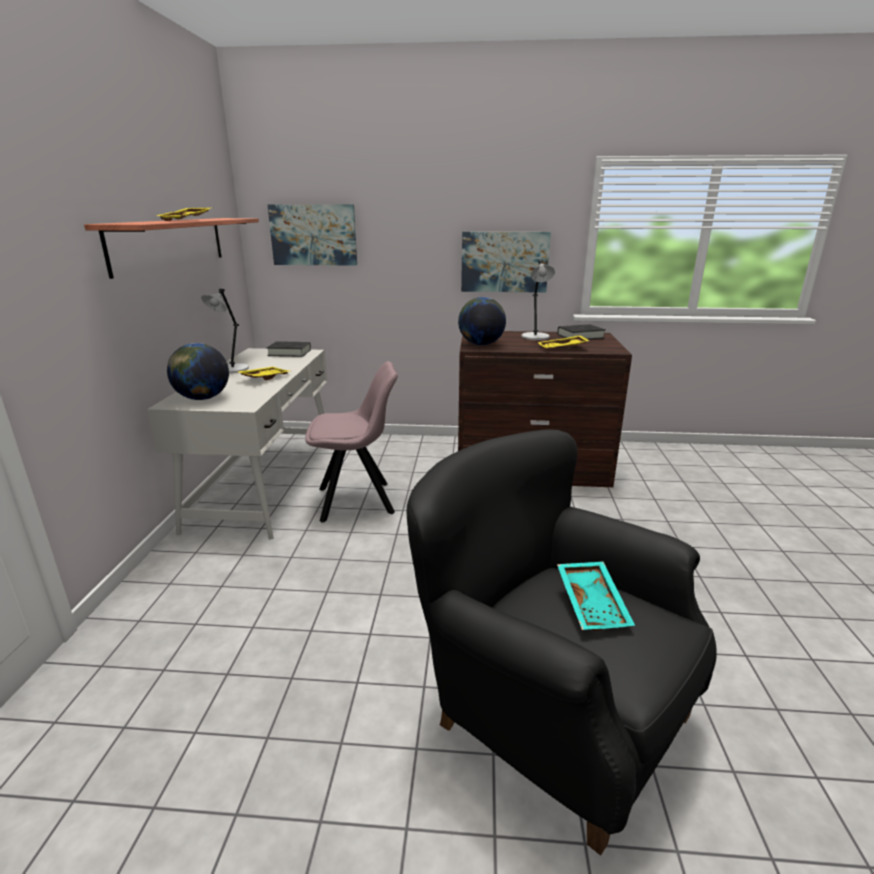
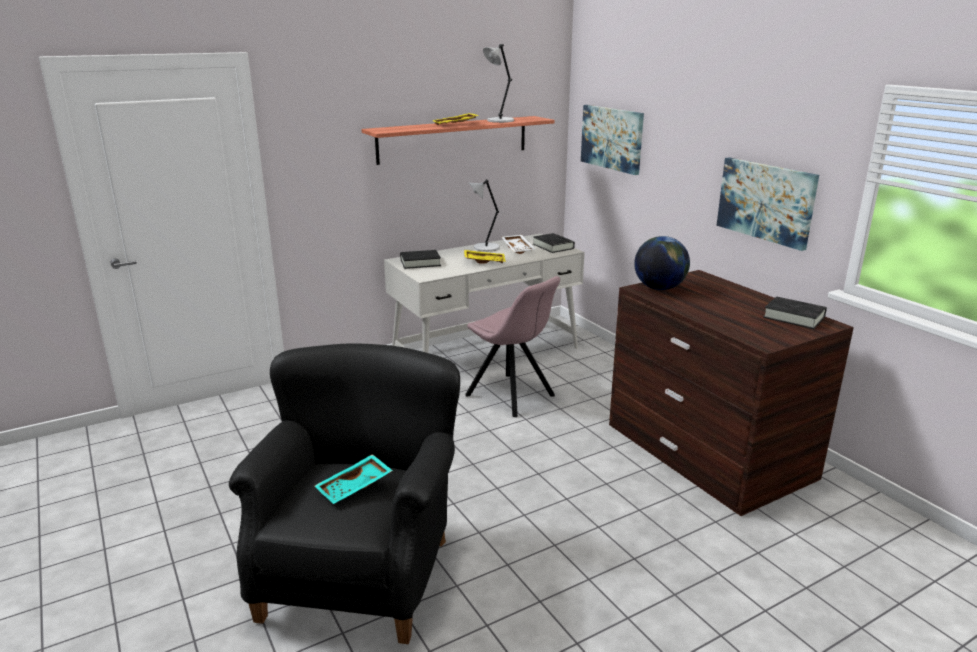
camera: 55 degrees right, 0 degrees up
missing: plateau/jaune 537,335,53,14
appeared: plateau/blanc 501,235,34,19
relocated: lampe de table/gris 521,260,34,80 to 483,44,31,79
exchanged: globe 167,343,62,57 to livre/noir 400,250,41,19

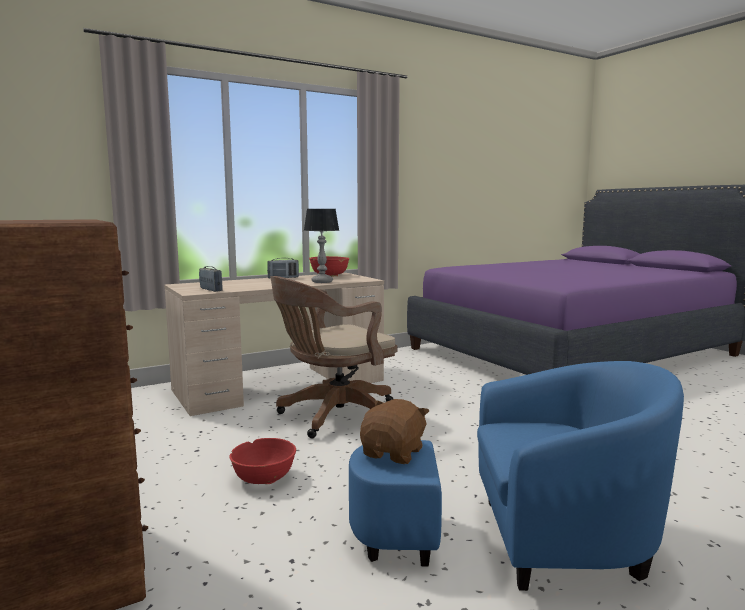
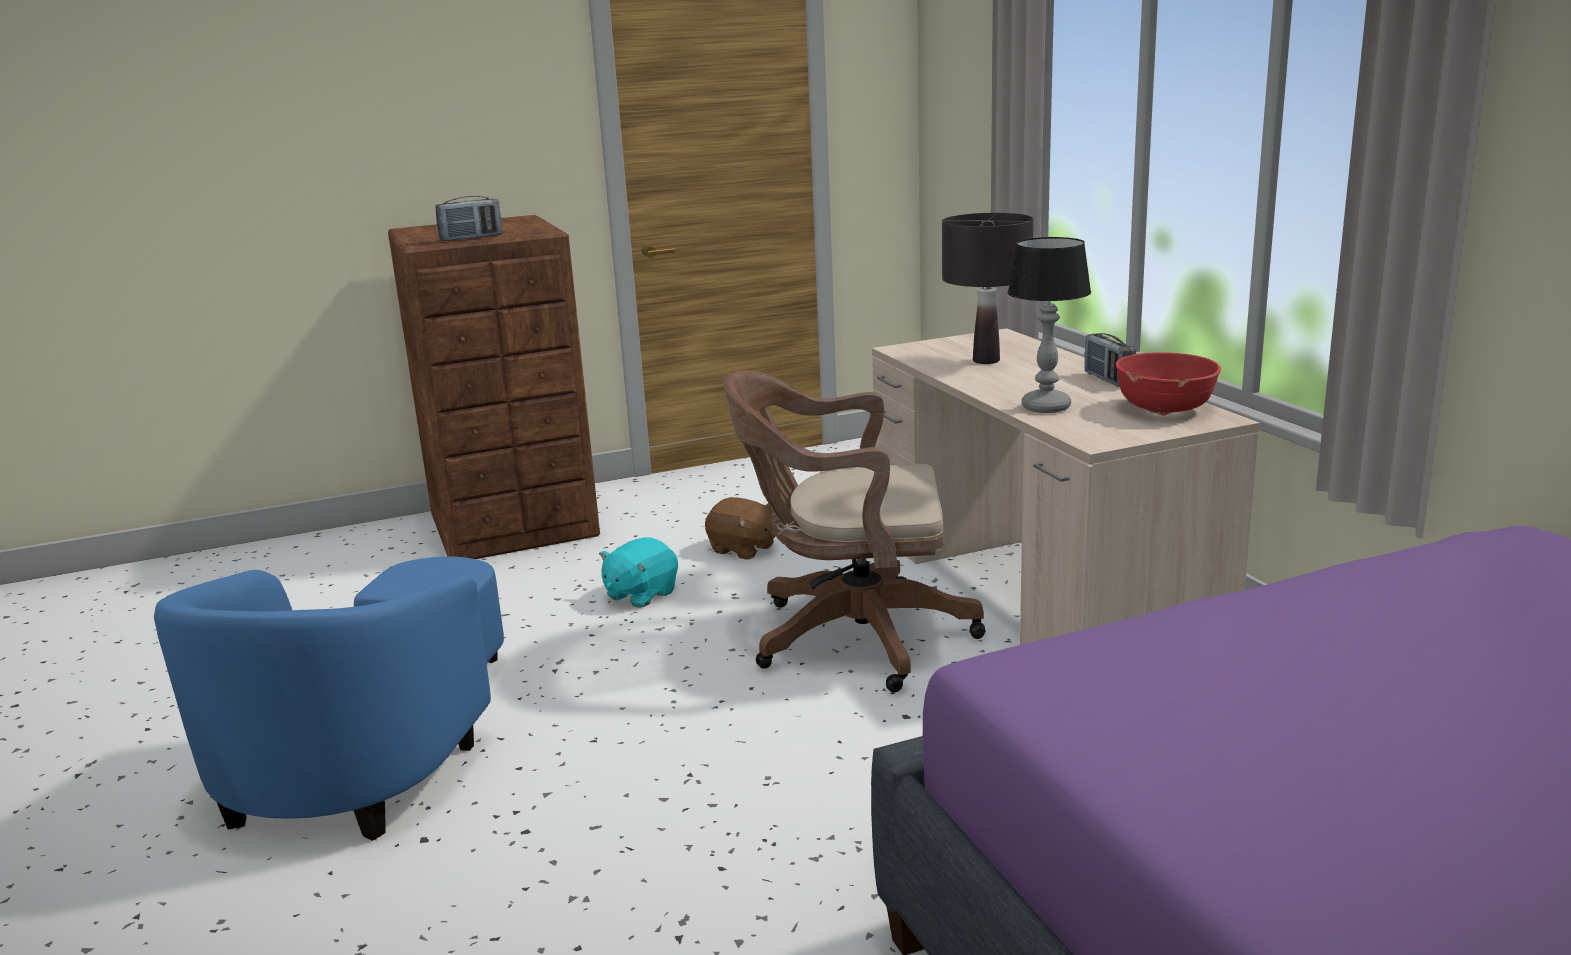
camera: 100 degrees right, 10 degrees up
appeared: lampe de table/noir 942,213,92,151
relocated: radio 199,266,23,26 to 435,196,67,45; peluche/marron 360,399,69,65 to 705,497,71,63
exchanged: bol/rouge 229,438,67,46 to peluche/turquoise 599,537,79,71
spun: chaise de bureau/marron 271,276,126,162 = 723,370,263,322 60 degrees counterclockwise

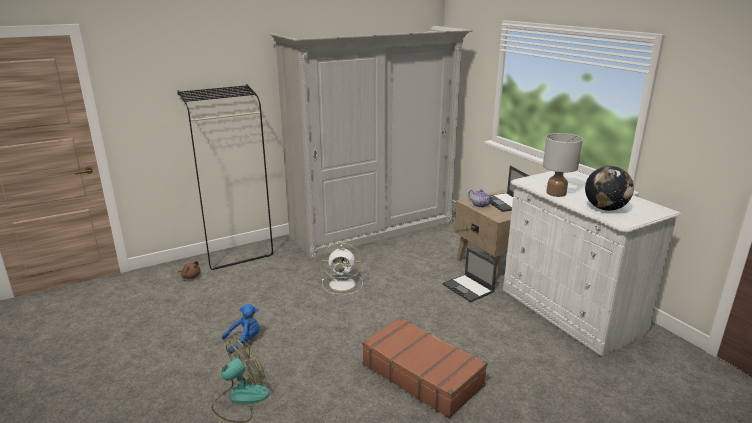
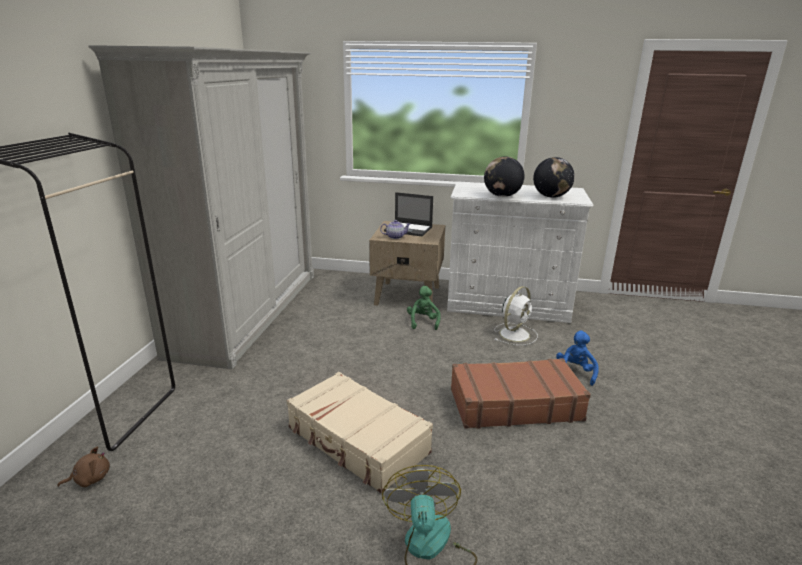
camera: 50 degrees left, 0 degrees up
appeared: valise/beige 286,372,147,121
relocated: ventilateur/blanc 321,243,42,52 to 494,286,44,59; peluche/bleu 222,304,38,50 to 556,331,43,55
exchanged: ordinateur portable 443,248,54,54 to peluche/vert 407,286,34,44; lampe de table/gris 543,133,40,64 to globe 484,157,41,40

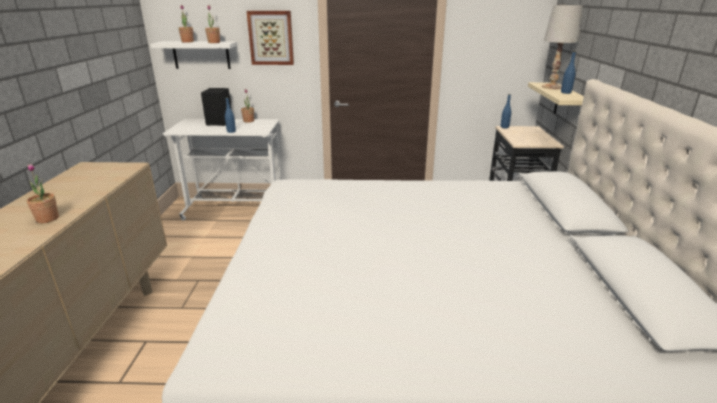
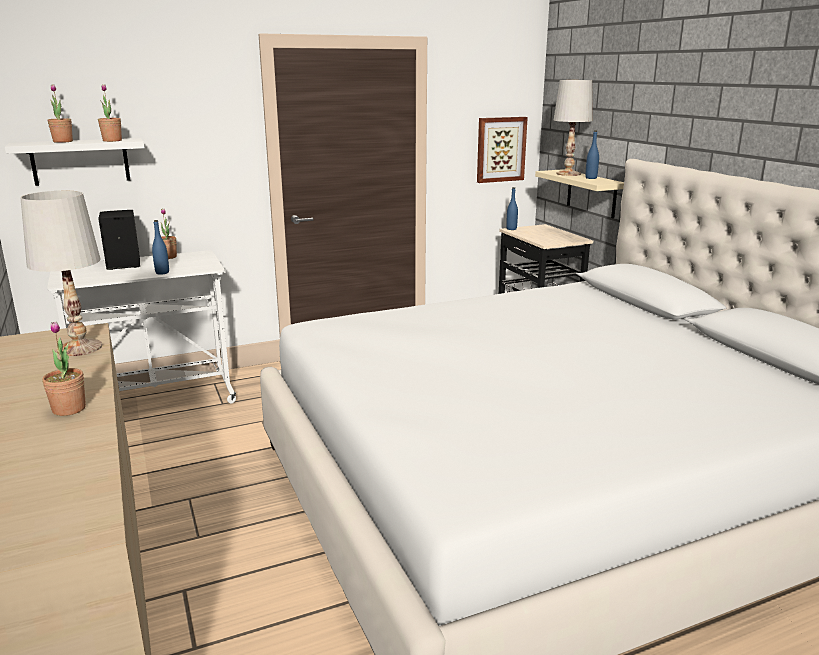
camera: 25 degrees left, 5 degrees down
appeared: lampe de table/blanc 21,191,81,165
relocated: tableau 247,11,47,54 to 477,117,51,66

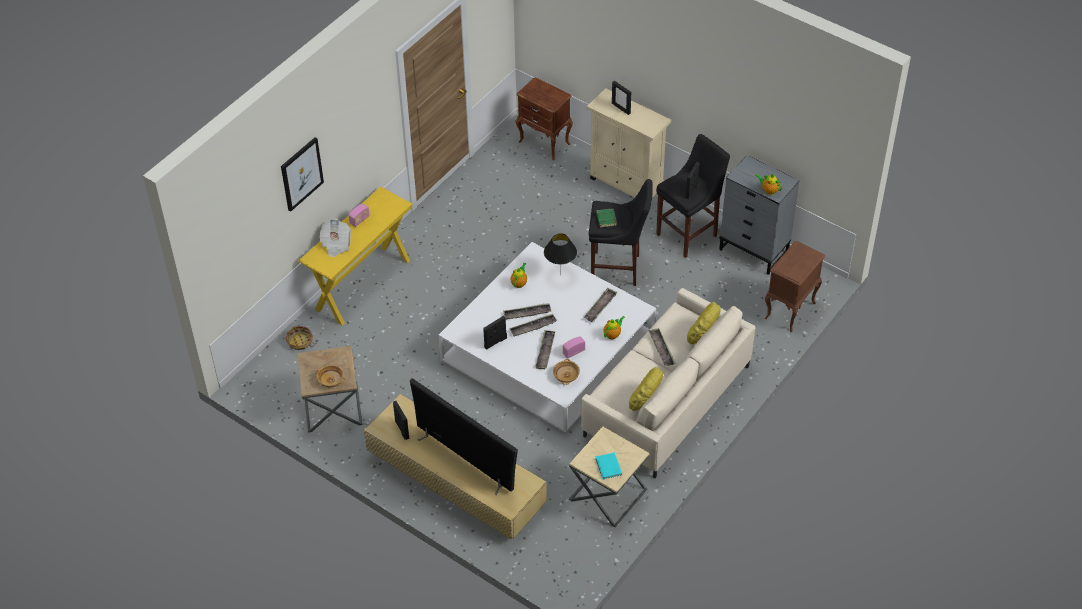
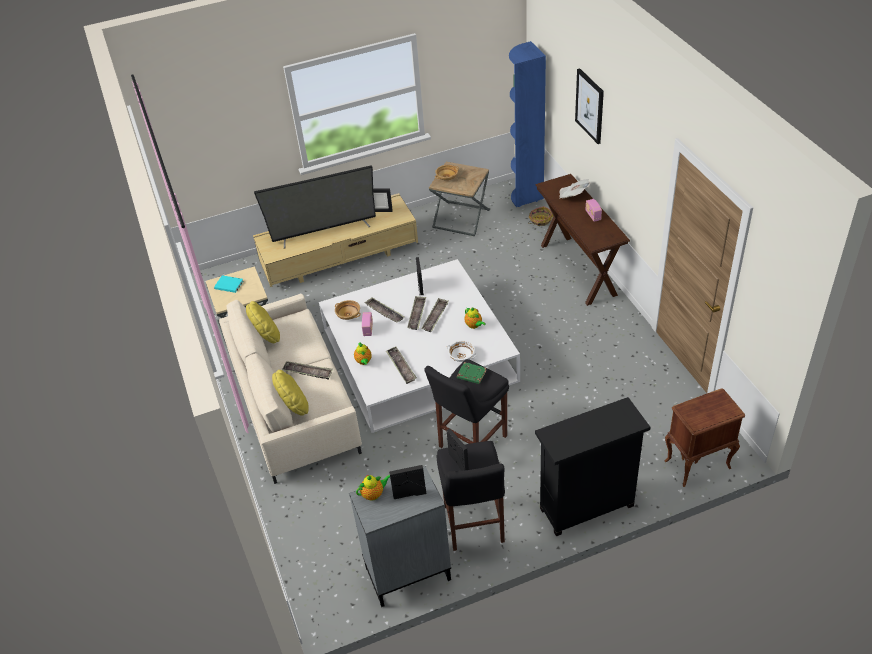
camera: 125 degrees right, 5 degrees down
missing: table de chevet/marron 765,241,60,92
appeared: bibliothèque/bleu 509,41,37,166
relocated: cadre photo 612,81,19,34 to 389,465,37,34
exchanged: lampe de table/noir 544,233,33,42 to bol/blanc 446,341,31,21
colour: table console/jaune 298,187,115,138 to table console/marron 535,174,95,132; meuble de rangement/beige 587,88,84,110 to meuble de rangement/noir 535,397,115,140

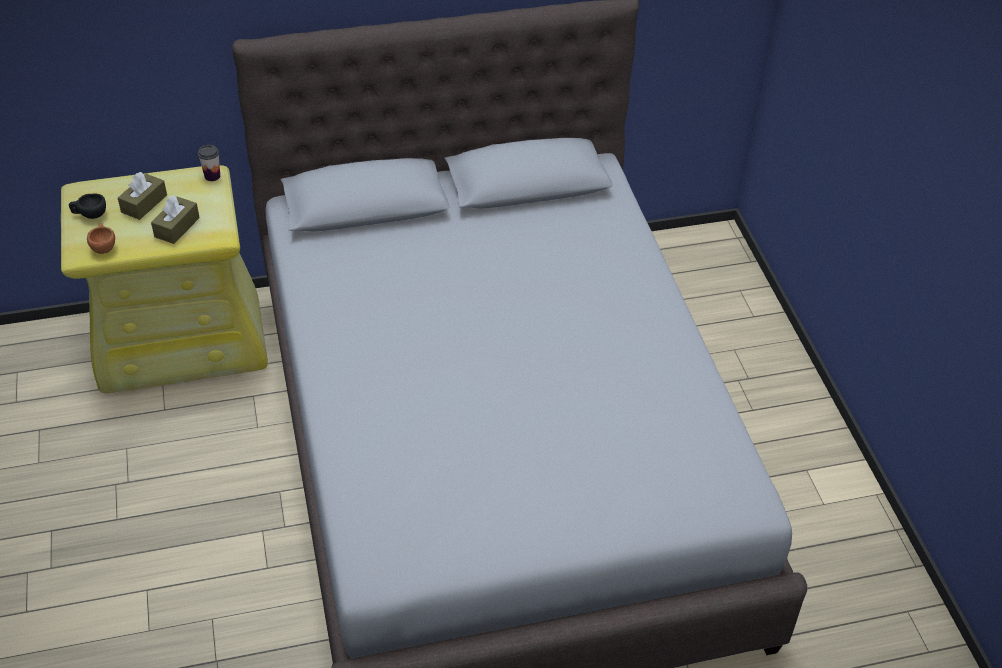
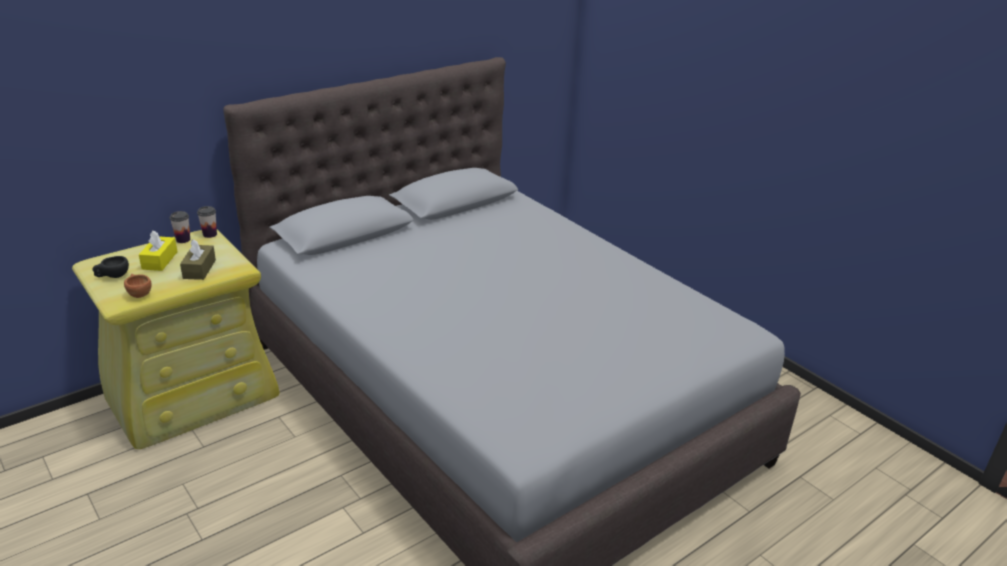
camera: 25 degrees left, 15 degrees down
appeared: tasse 170,211,20,32
colour: boîte à mouchoirs/marron 118,172,49,48 to boîte à mouchoirs/jaune 139,231,38,40

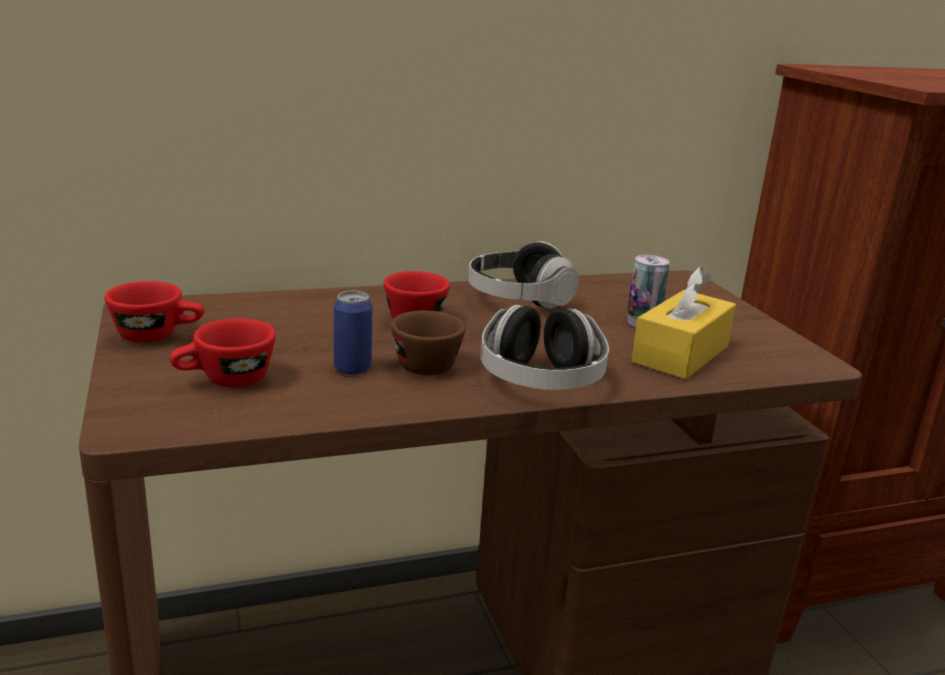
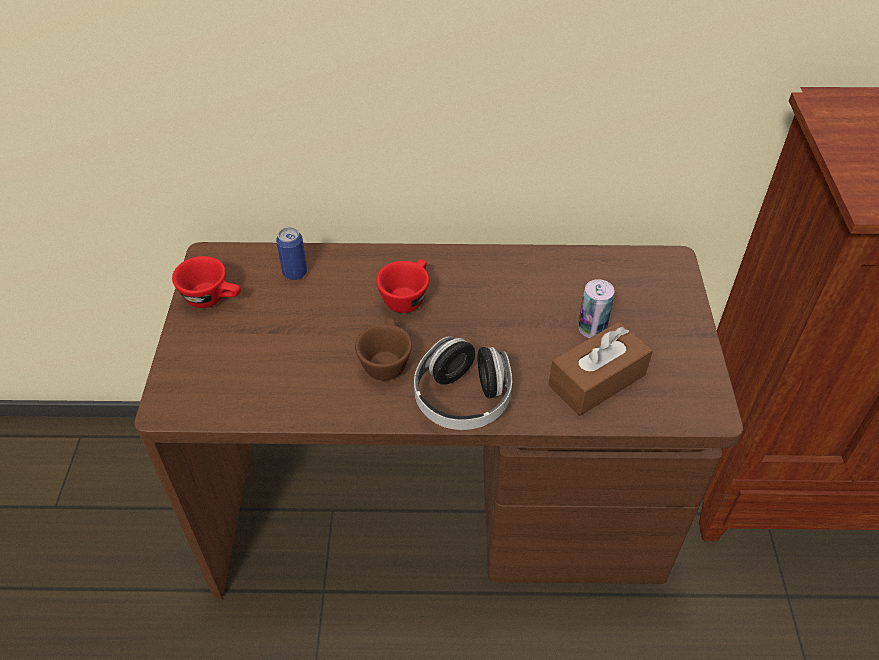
camera: 20 degrees right, 25 degrees up
missing: tasse/rouge 170,318,106,69; casque audio 469,241,110,68
relocated: boîte métallique 334,291,39,84 to 276,227,31,53
colour: boîte à mouchoirs/jaune 631,266,105,114 to boîte à mouchoirs/marron 549,322,104,94

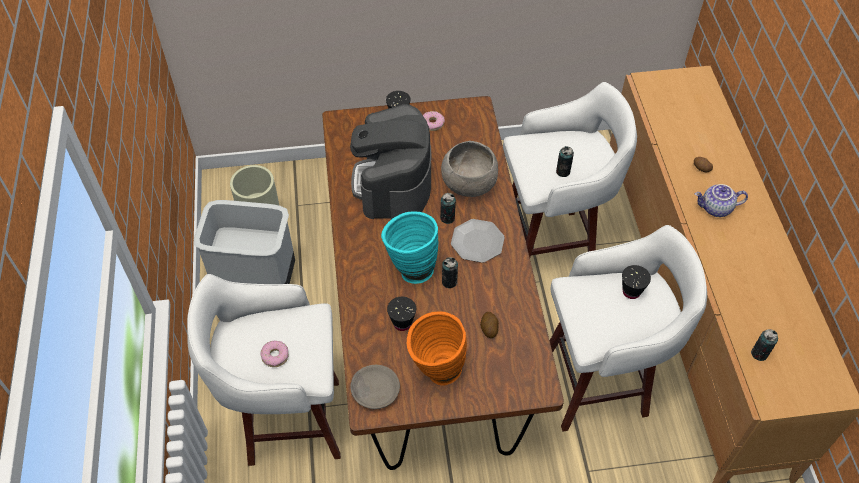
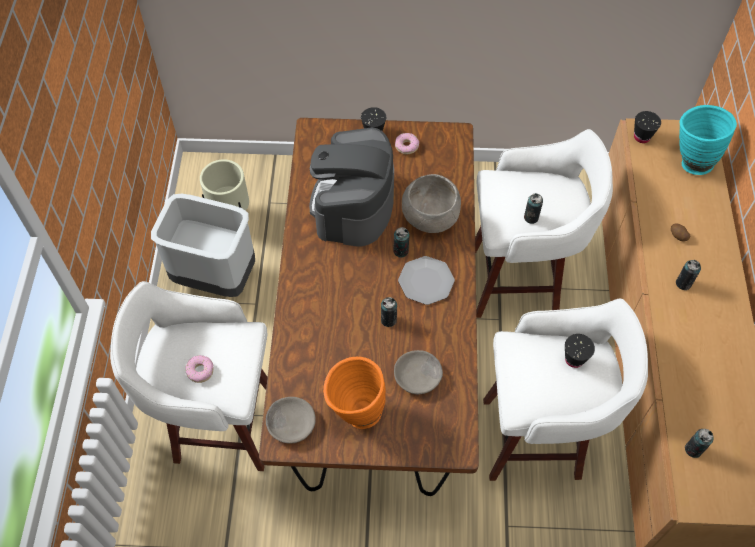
camera: 10 degrees right, 5 degrees up
relocated: tasse/noir 387,297,29,34 to 634,111,27,32; vase/turquoise 381,211,57,73 to 679,105,58,70
exchanged: pomme de terre 480,312,19,26 to bol/gris 394,350,49,44; théière 695,184,53,33 to boîte métallique 676,260,25,30

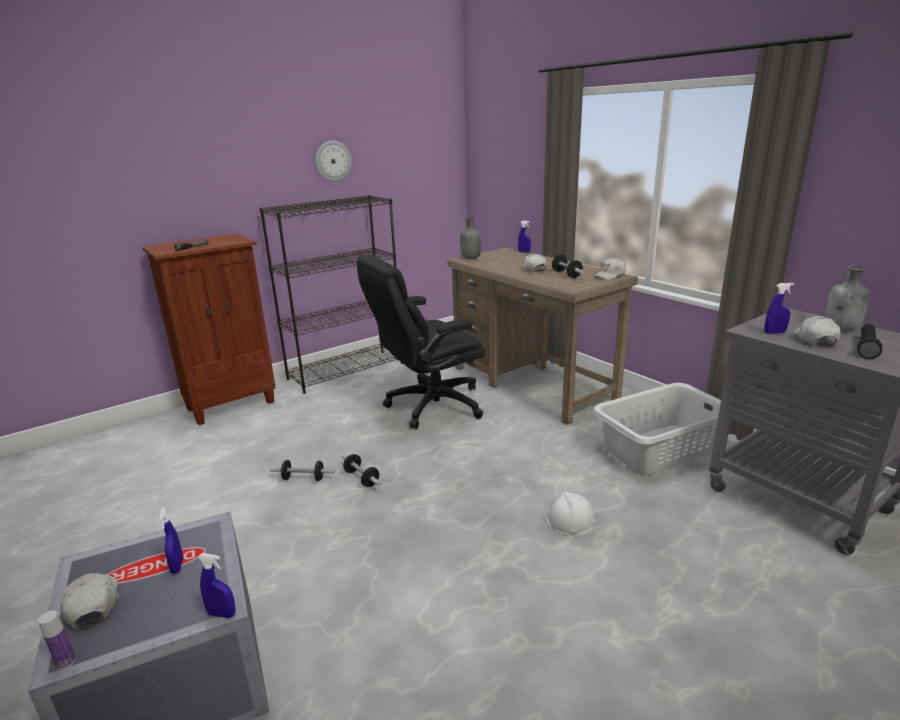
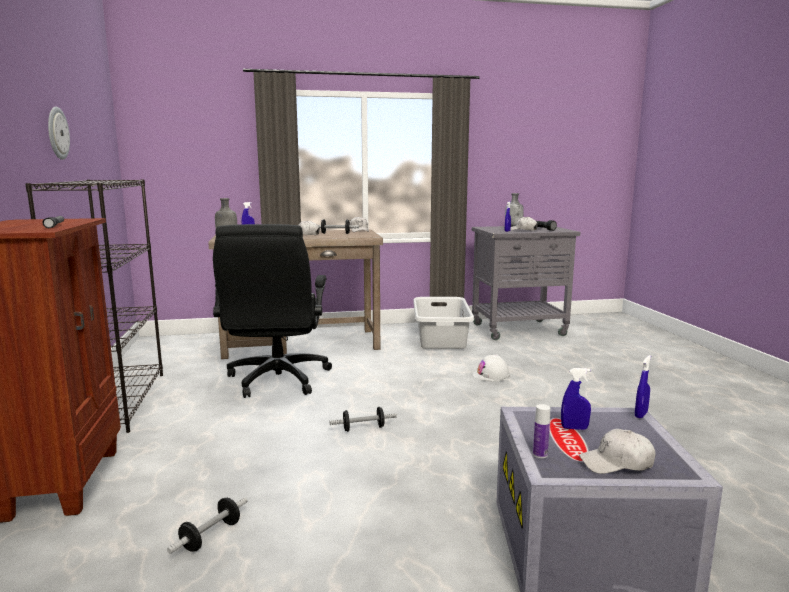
camera: 65 degrees left, 10 degrees down
relocated: haltère 270,460,65,21 to 167,497,81,57; bouteille 38,610,38,59 to 533,404,17,54

